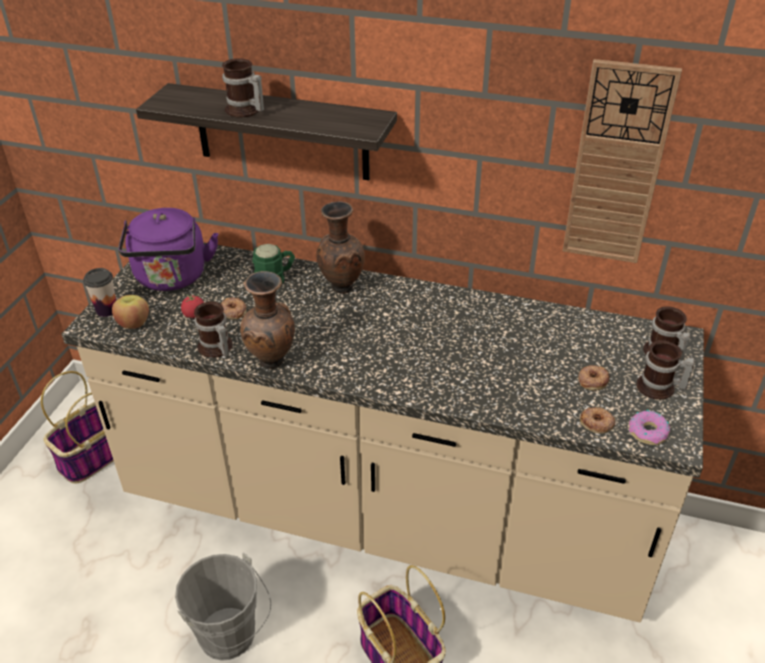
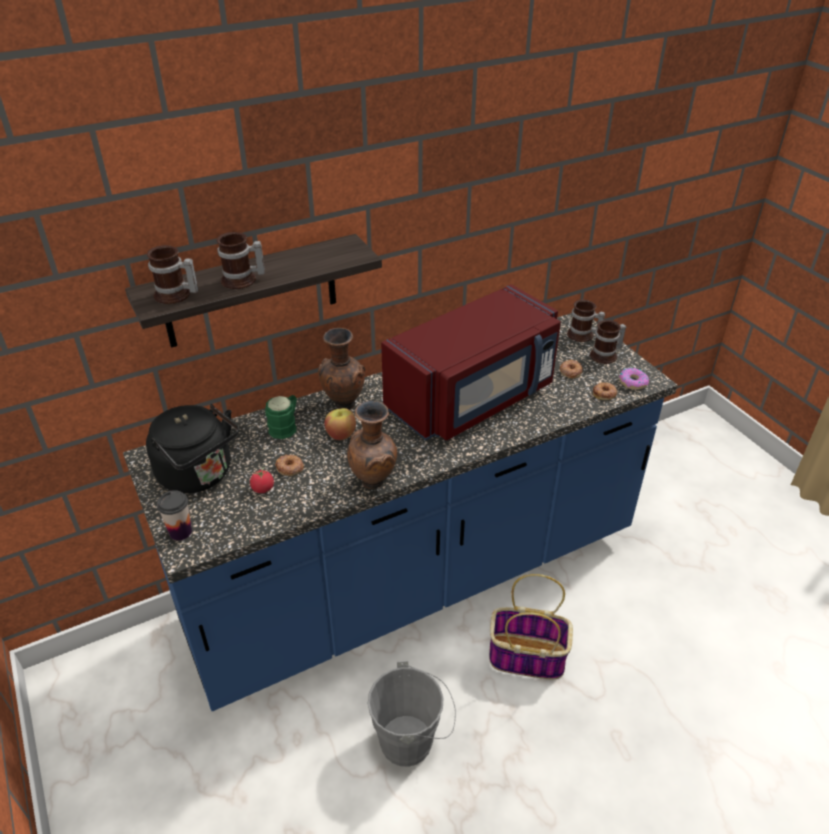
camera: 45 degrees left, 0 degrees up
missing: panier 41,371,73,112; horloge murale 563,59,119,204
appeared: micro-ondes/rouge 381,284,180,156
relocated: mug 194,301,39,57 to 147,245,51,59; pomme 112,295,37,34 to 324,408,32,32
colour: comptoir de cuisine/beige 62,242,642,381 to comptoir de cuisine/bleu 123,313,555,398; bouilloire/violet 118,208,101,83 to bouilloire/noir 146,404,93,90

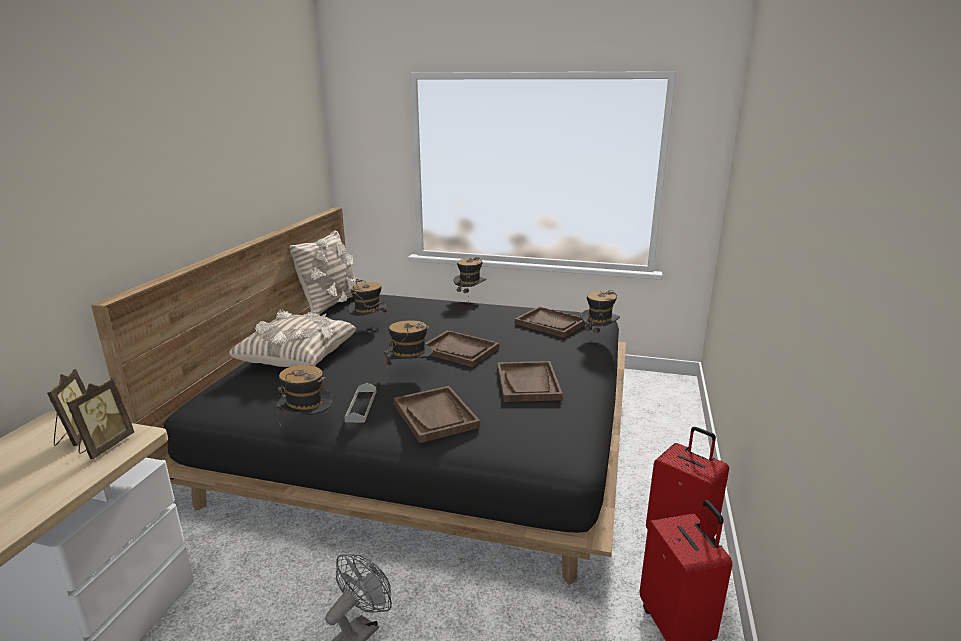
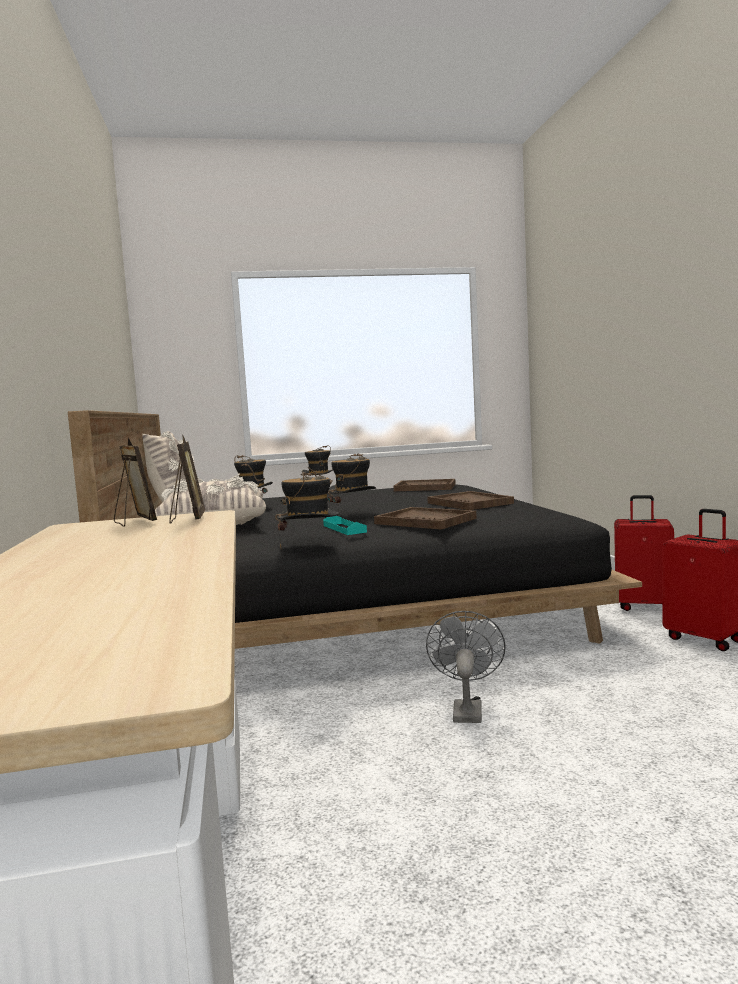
camera: 25 degrees left, 15 degrees down
missing: plateau/marron 425,330,74,37; chapeau 581,290,39,54
colour: plateau/gris 344,383,33,40 to plateau/turquoise 323,516,44,19

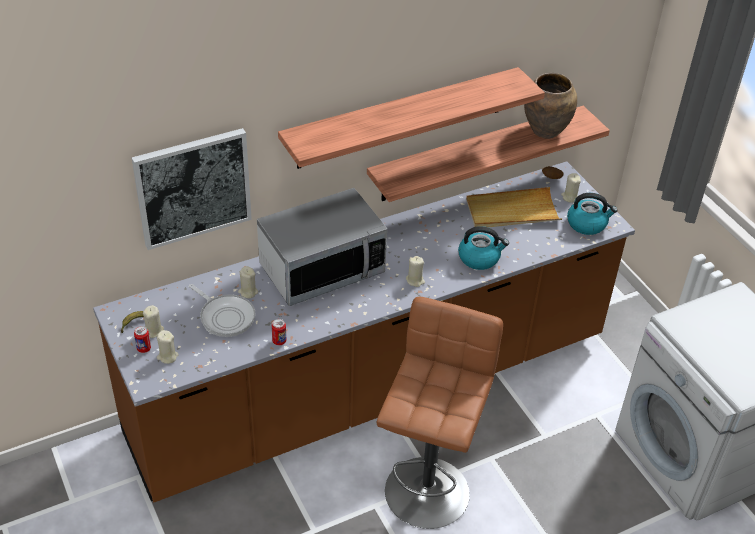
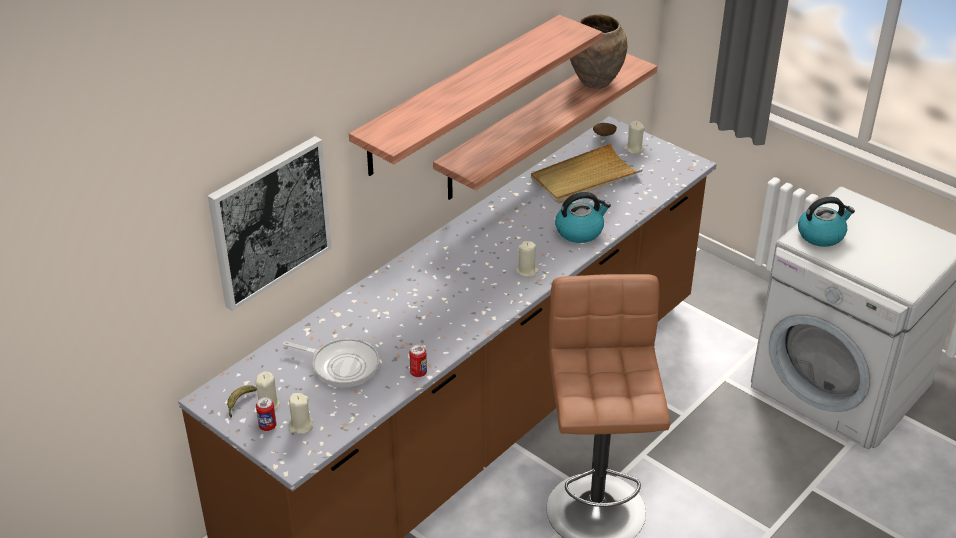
camera: 20 degrees left, 5 degrees down
missing: bougie/beige 238,266,20,33; micro-ondes 257,188,130,118
relocated: bouilloire 567,193,51,42 to 798,197,57,50

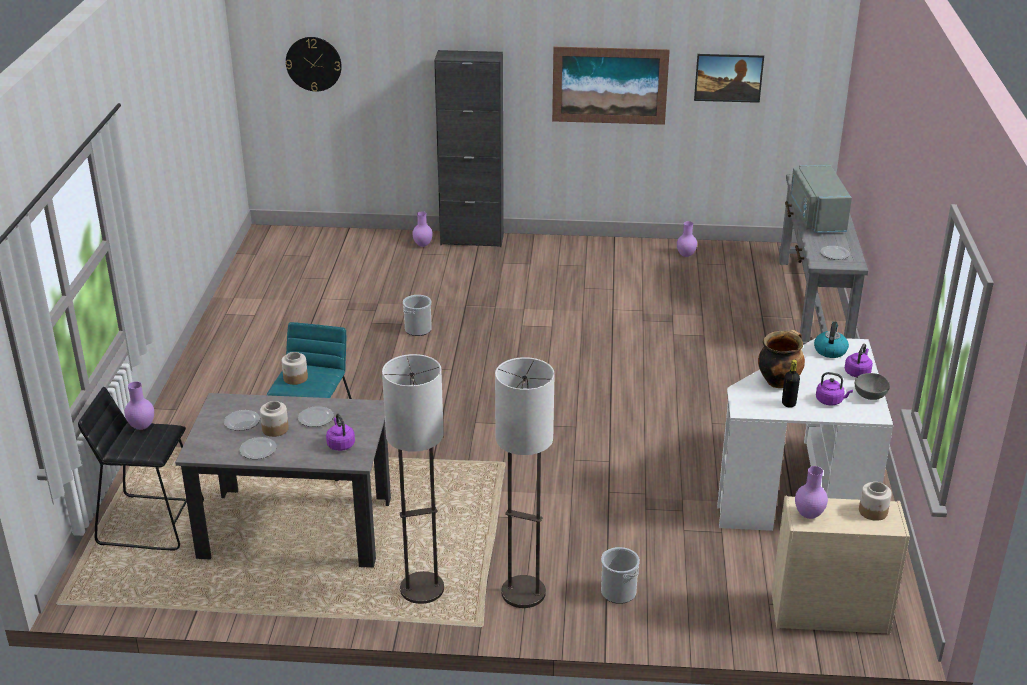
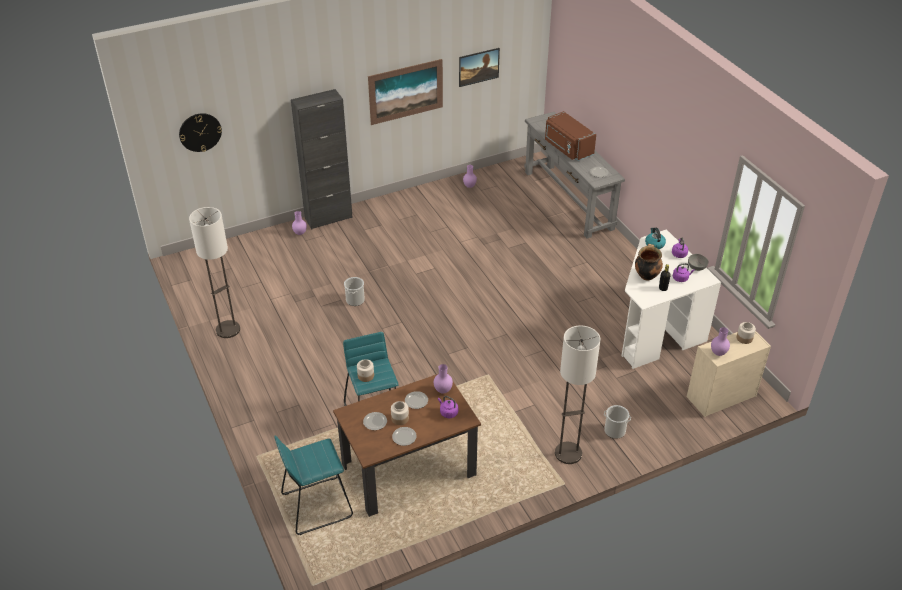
camera: 30 degrees left, 10 degrees up
relocated: lampadaire 382,354,62,250 to 189,207,51,131; vase/violet 124,382,30,48 to 434,364,19,29
colour: tabouret/noir 78,387,126,164 to tabouret/turquoise 274,436,79,99; table à manger/gris 175,393,216,175 to table à manger/marron 333,373,148,144; micro-ondes/gris 790,164,62,69 to micro-ondes/marron 545,111,51,50

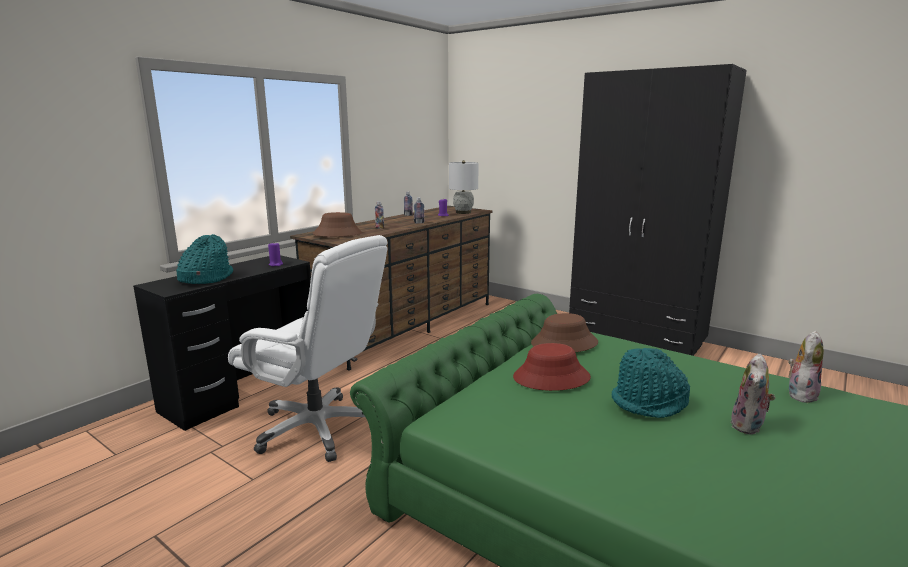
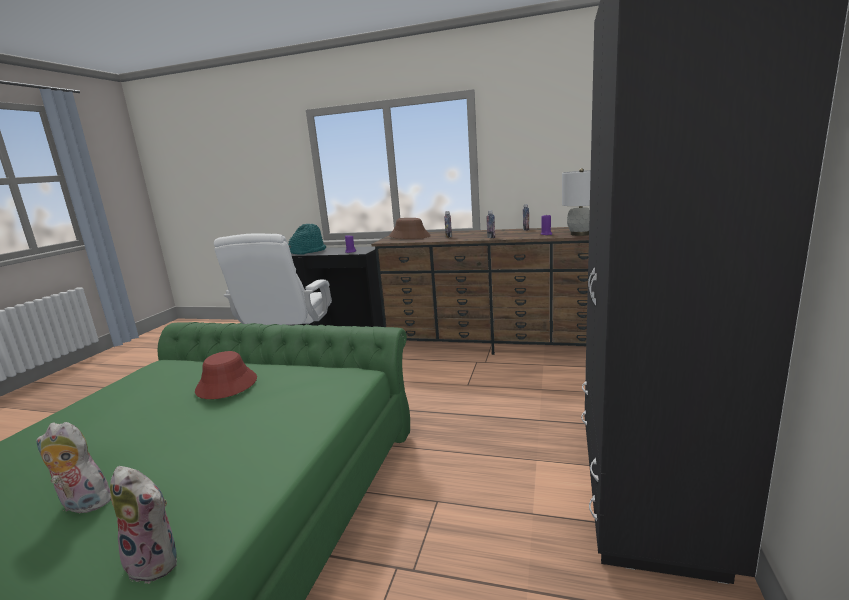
camera: 70 degrees right, 0 degrees up
missing: chapeau/marron 531,313,67,39; chapeau/turquoise 612,348,78,70

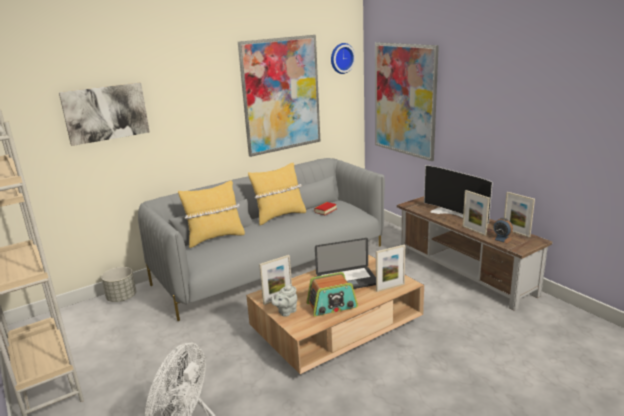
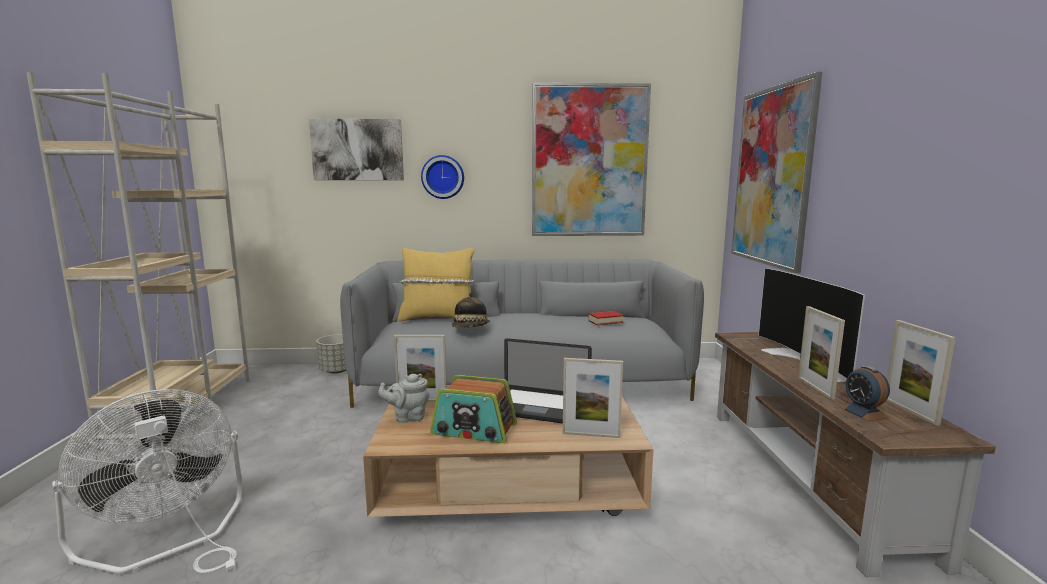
camera: 30 degrees right, 10 degrees down
missing: coussin/jaune 248,163,58,62
appeared: chapeau 452,293,38,34
relocated: horloge murale 331,43,25,31 to 421,155,43,44

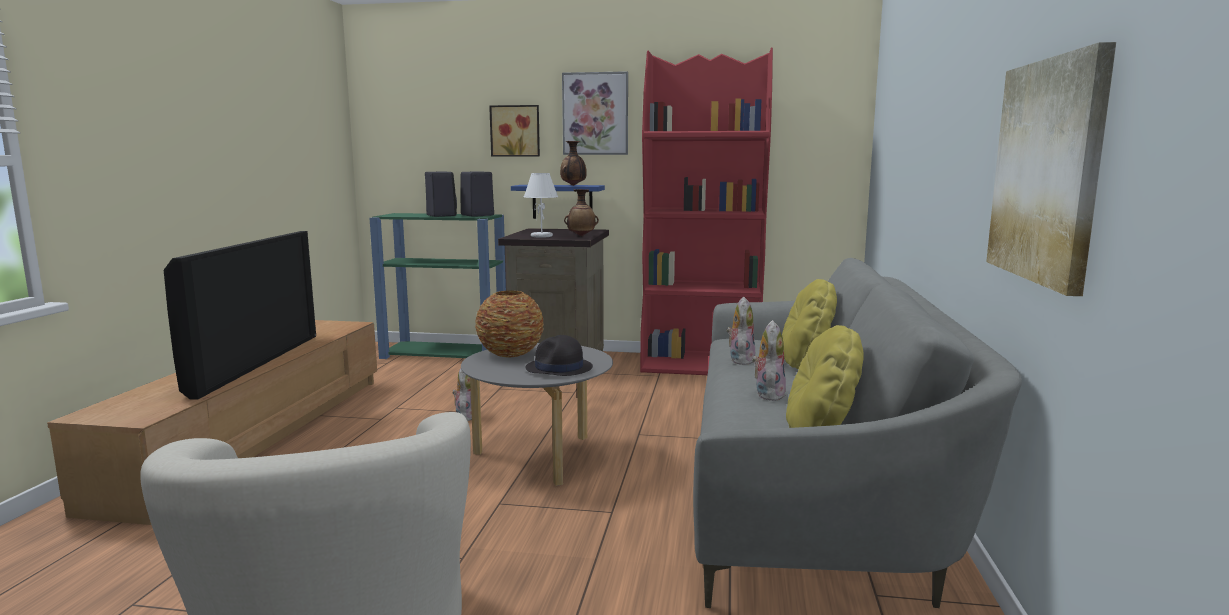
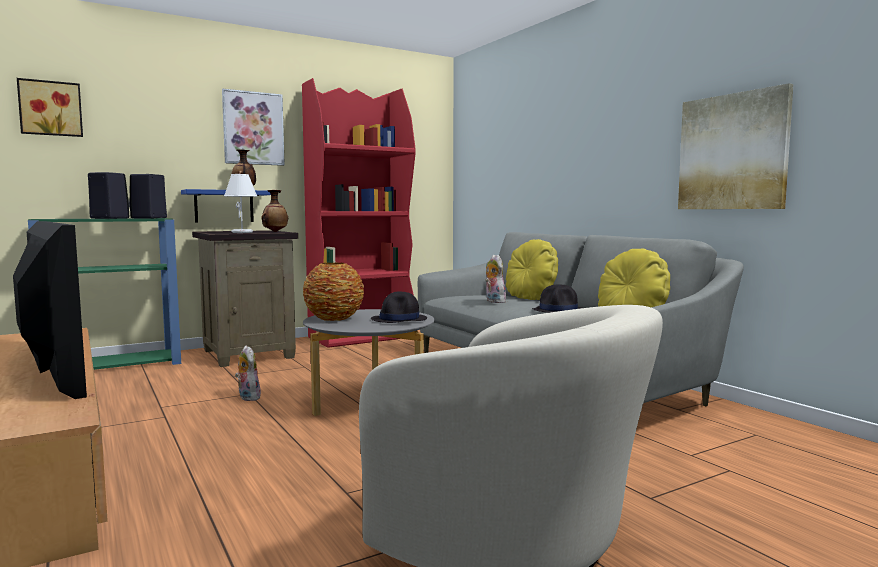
camera: 40 degrees left, 5 degrees down
relocated: tableau 489,105,51,52 to 17,78,66,59
exchanged: peluche 752,320,34,81 to chapeau/noir 532,285,50,28

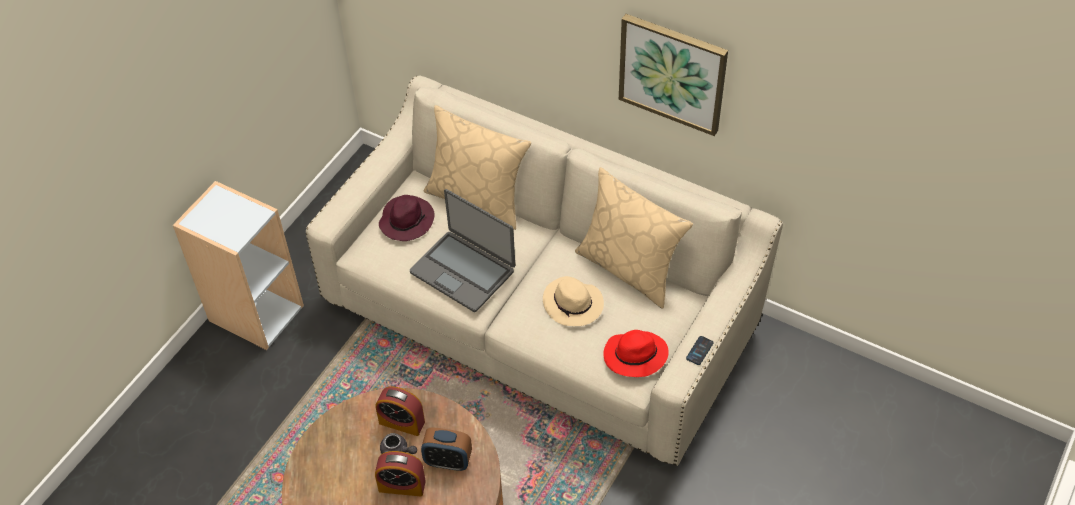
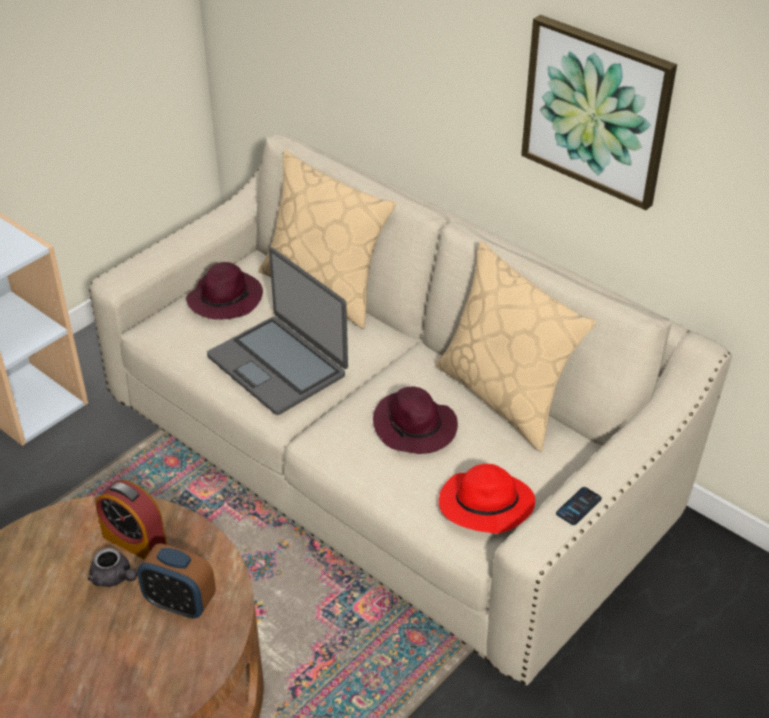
camera: 10 degrees right, 10 degrees down
missing: réveil 375,451,51,46
colour: chapeau/beige 543,276,61,50 to chapeau/violet 373,387,85,67

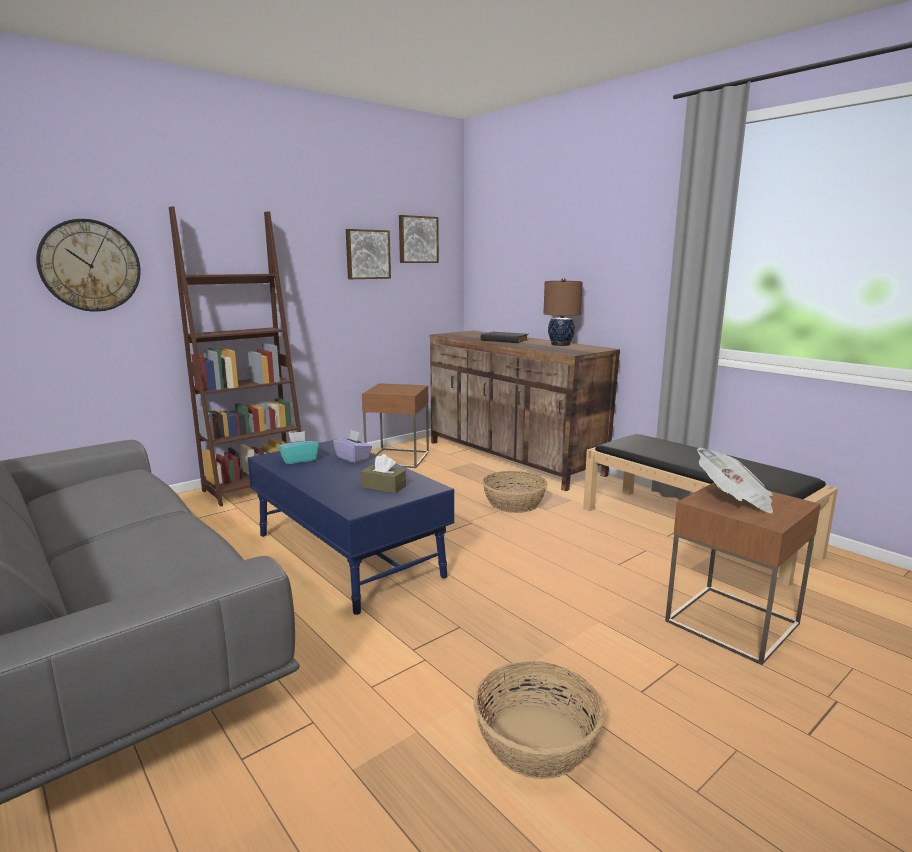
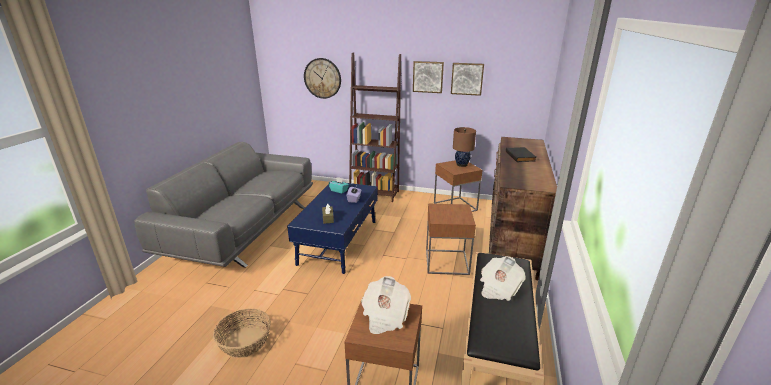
camera: 55 degrees right, 10 degrees up
appeared: journal 480,256,46,45
relocated: tableau 399,215,40,48 to 413,61,31,32; lampe de table/marron 543,278,40,68 to 453,127,23,40
exchanged: panier 482,471,65,42 to table d'appoint/marron 426,204,50,71

